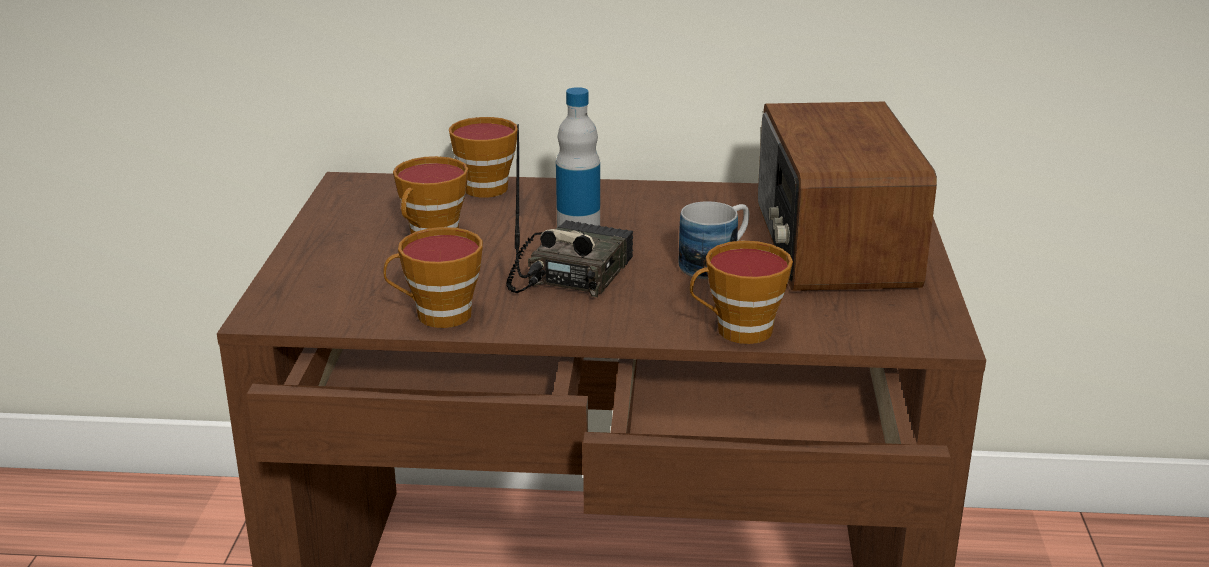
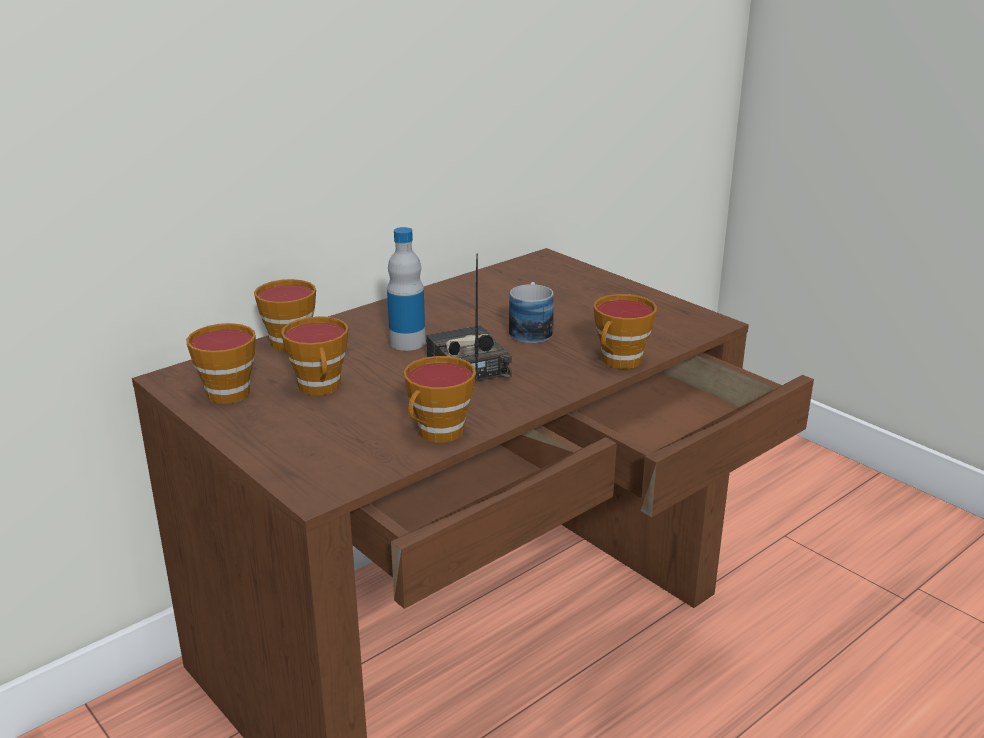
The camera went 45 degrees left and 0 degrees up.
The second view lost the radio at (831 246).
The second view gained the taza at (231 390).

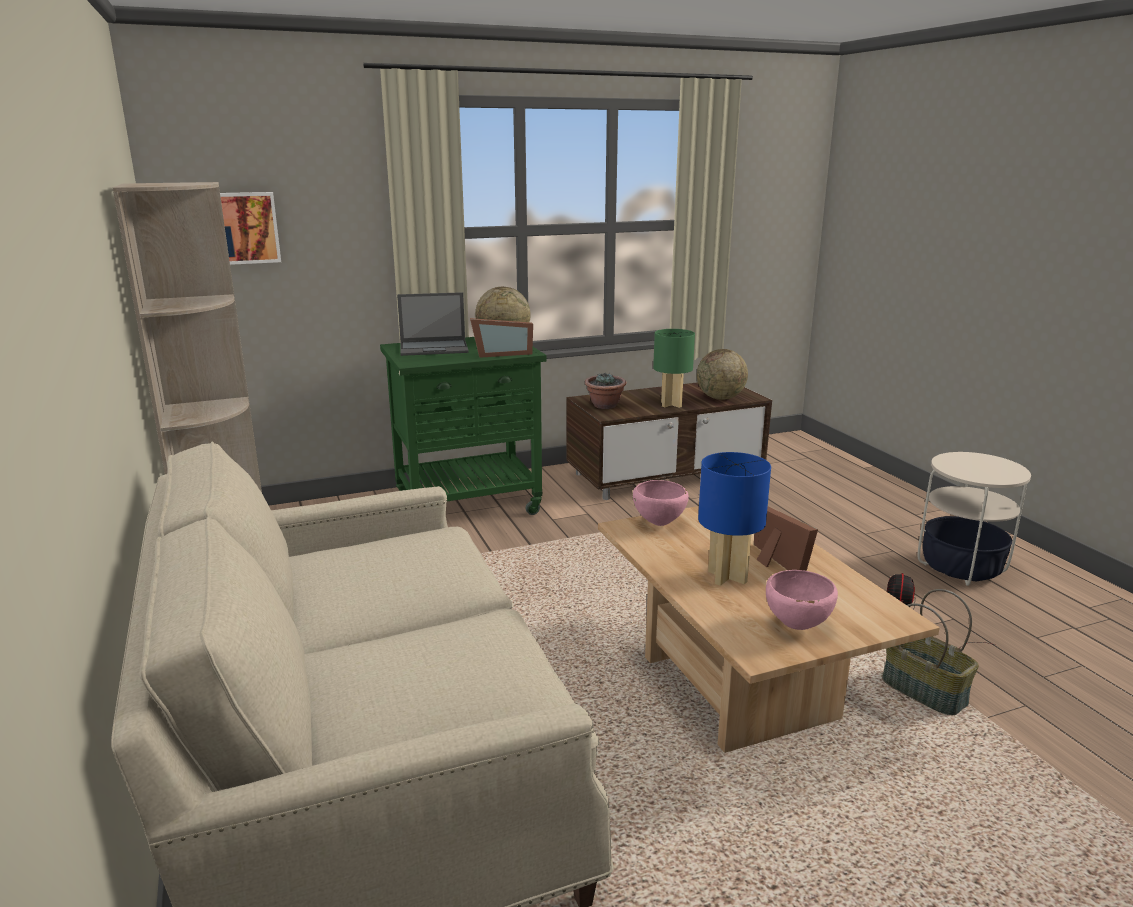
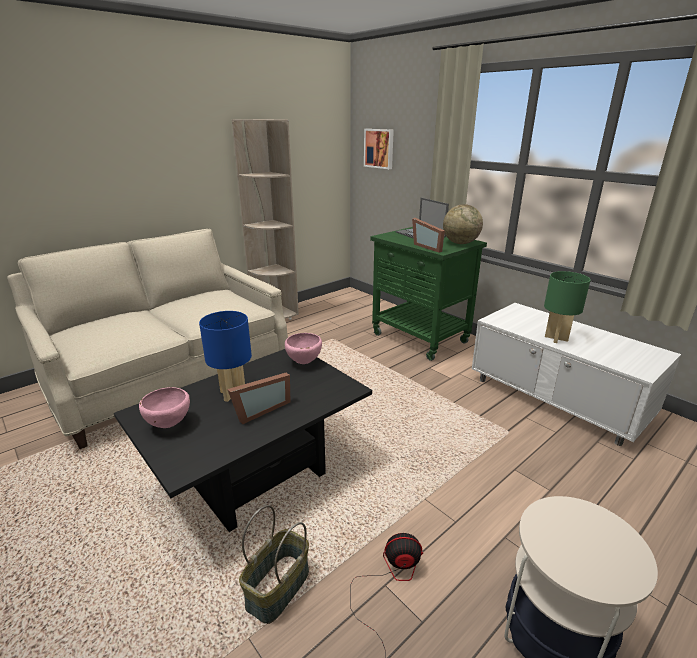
The camera went 70 degrees right and 5 degrees up.
The second view lost the planta en maceta at (605 406).
The second view lost the globo terráqueo at (720 398).
What was the mueble de televisión (marrón) at (666 475) turned into the mueble de televisión (blanco) at (557 398).
What was the mesa de centro (beis) at (737 687) turned into the mesa de centro (negro) at (256 476).

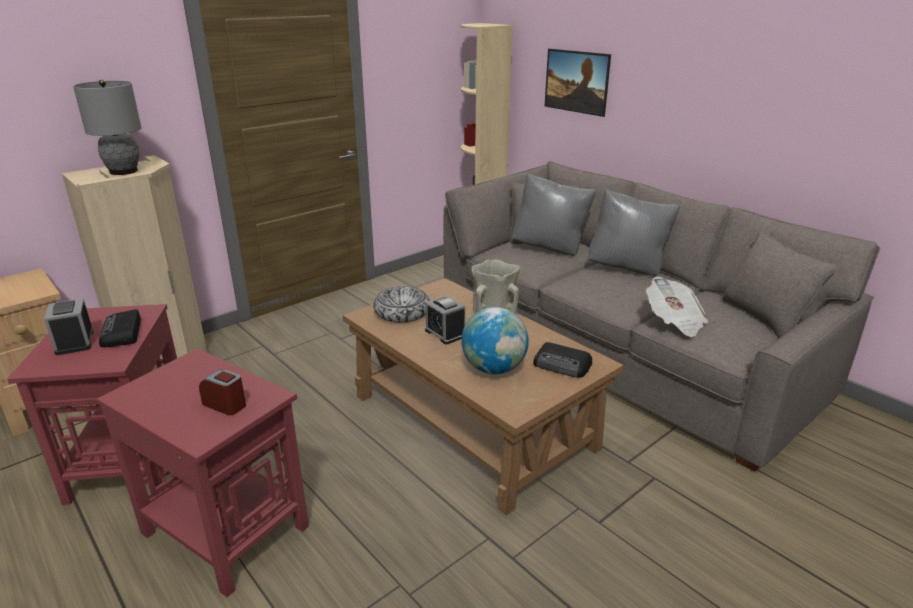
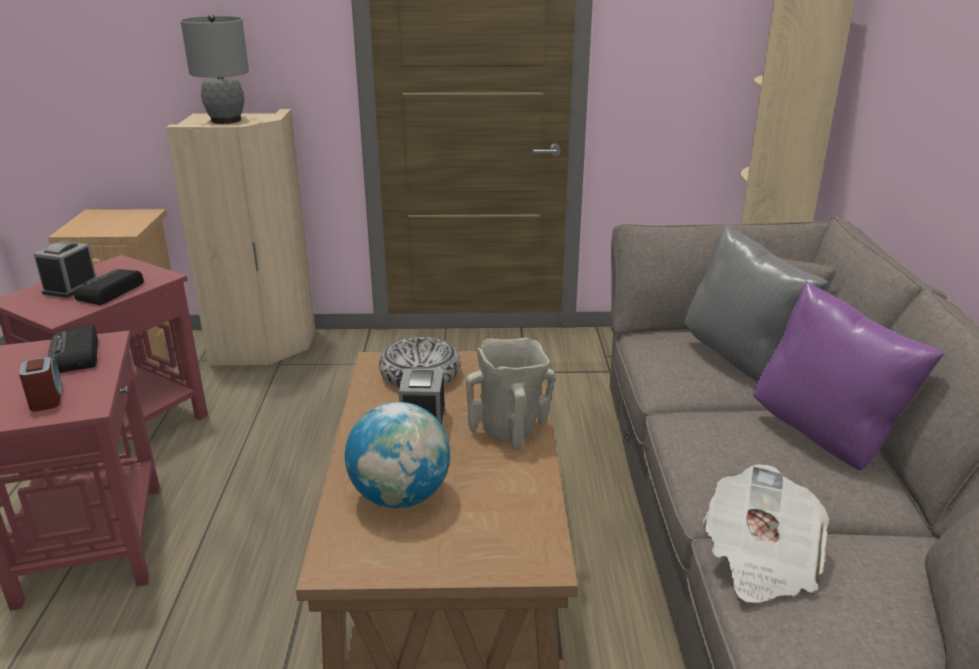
The camera went 40 degrees right and 0 degrees up.
The second view lost the cuadro at (575 96).
The radio ended up elsewhere, having gone from (562 365) to (76 356).
What was the cojín (gris) at (627 268) turned into the cojín (morado) at (825 437).

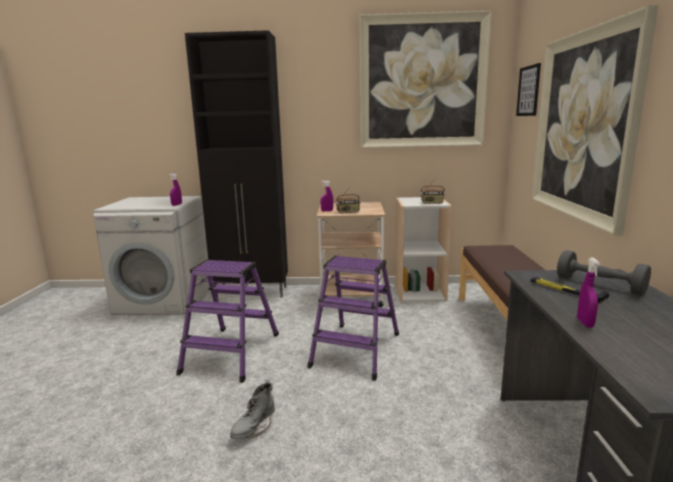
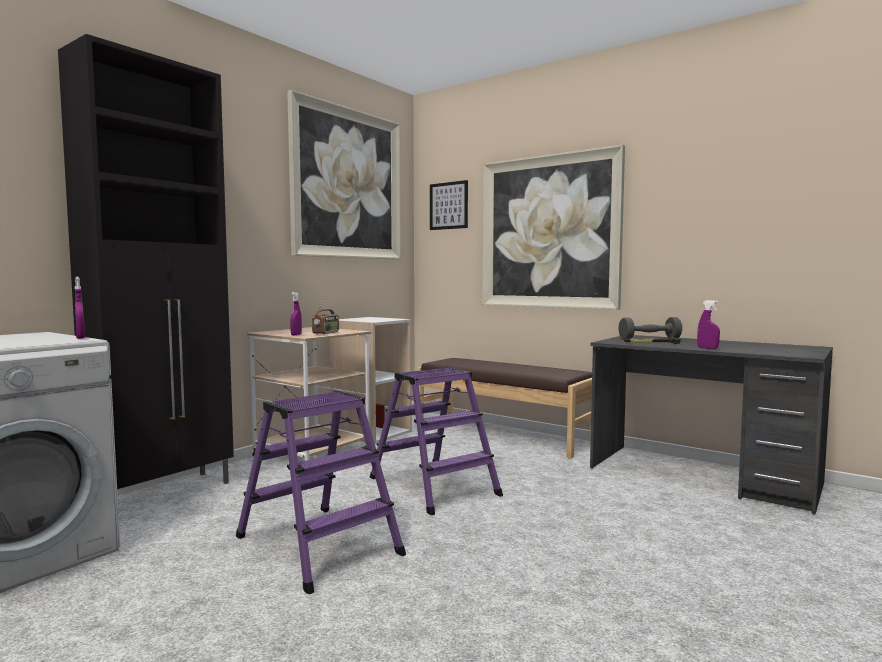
The camera went 55 degrees left and 10 degrees down.
The second view lost the bota (gris) at (254 429).
The second view lost the radio at (432 203).

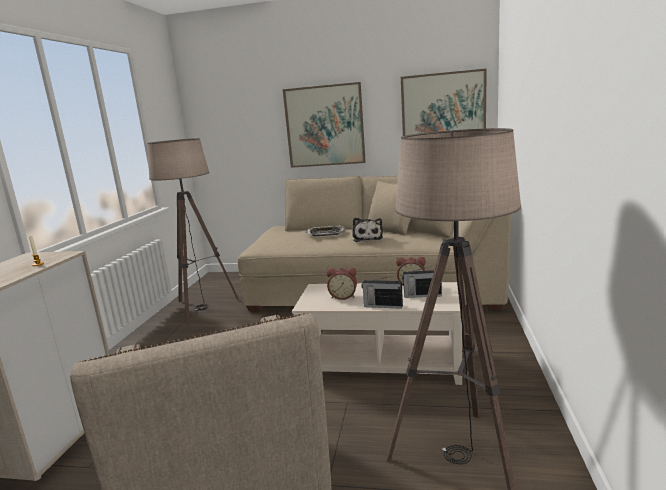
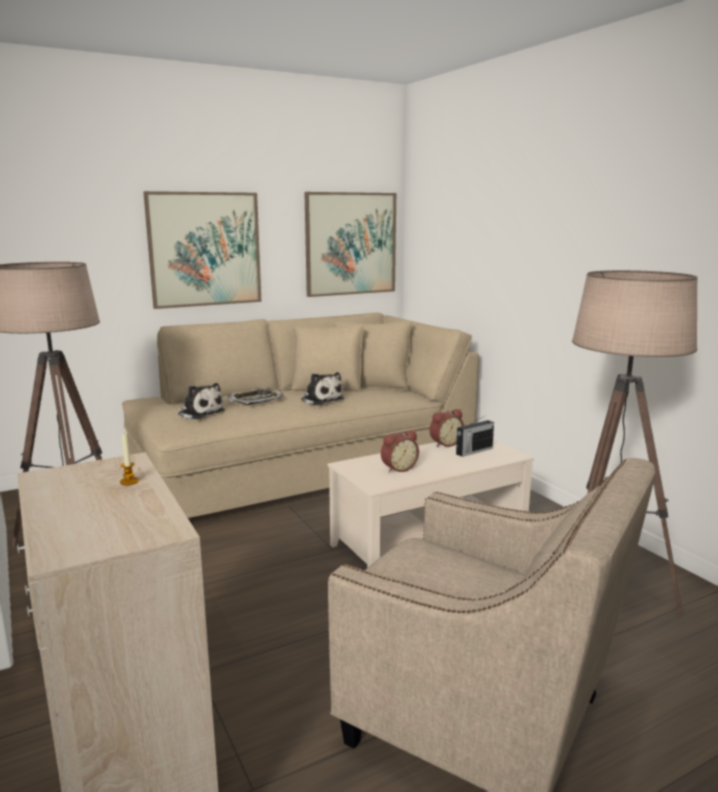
The camera went 40 degrees left and 0 degrees up.
The second view lost the radio at (382 306).
The second view gained the peluche at (200 413).

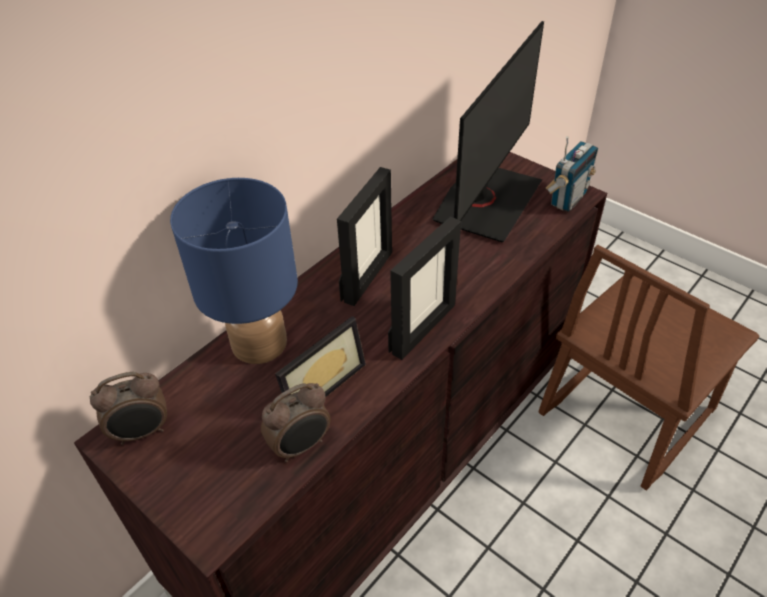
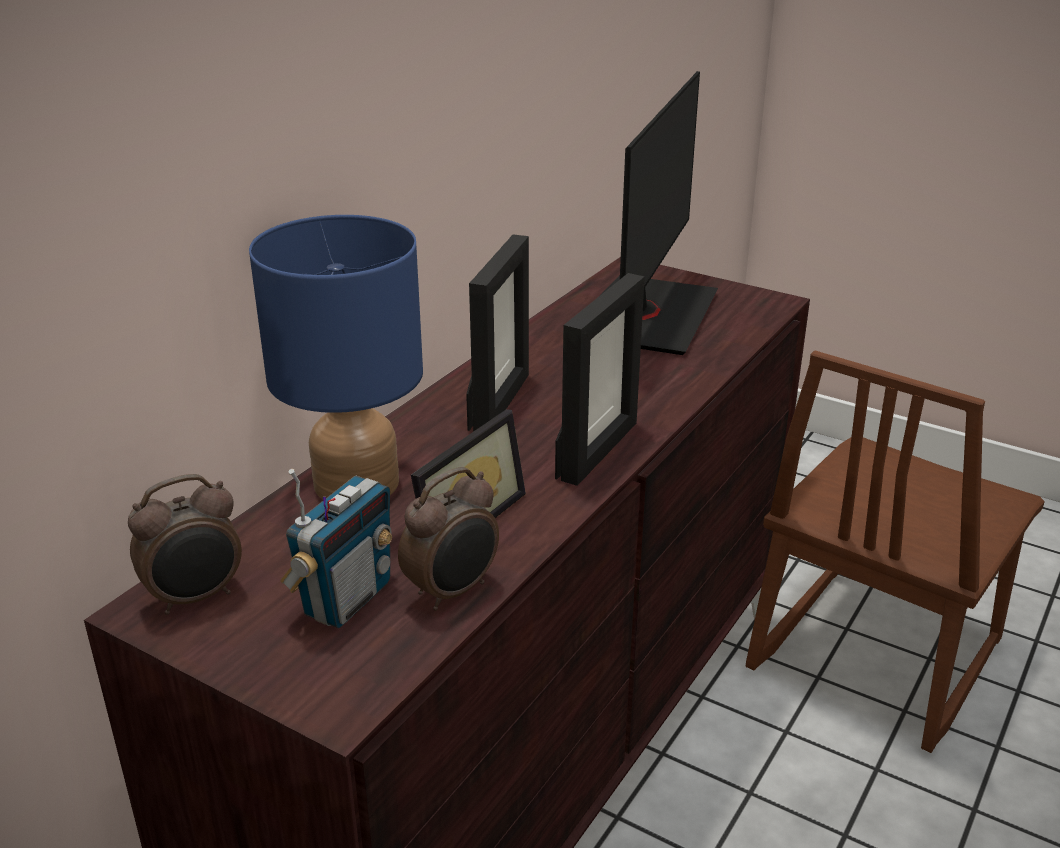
The camera went 10 degrees left and 15 degrees down.
The radio ended up elsewhere, having gone from (567 199) to (346 599).

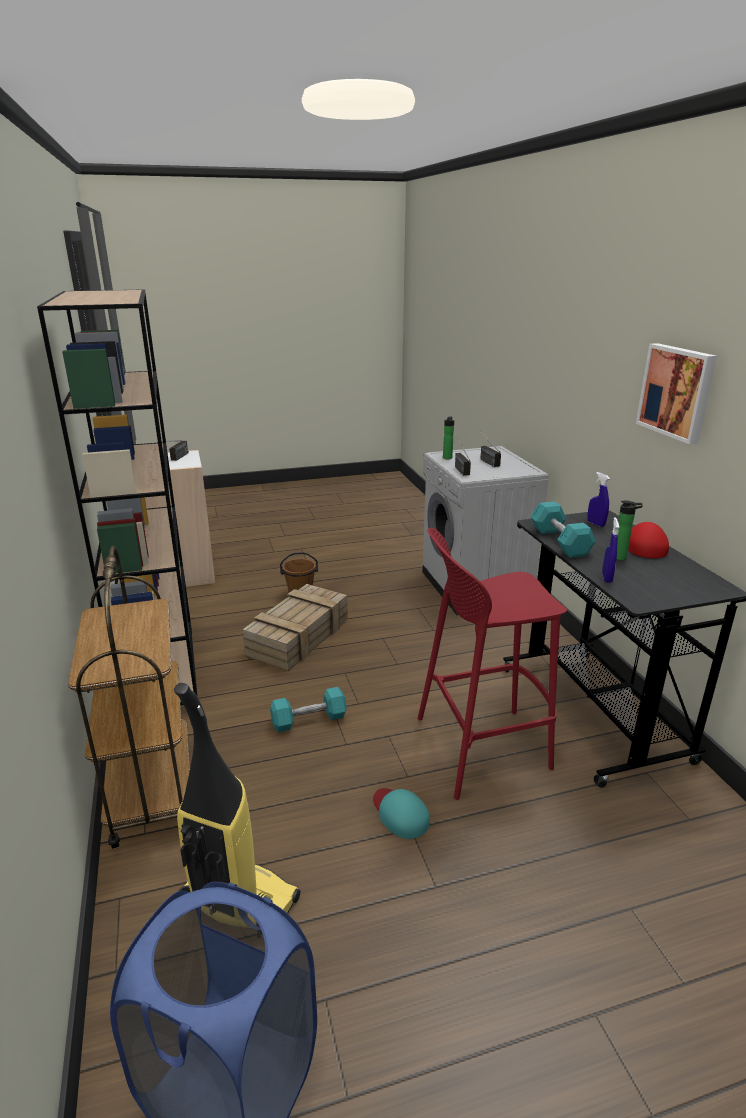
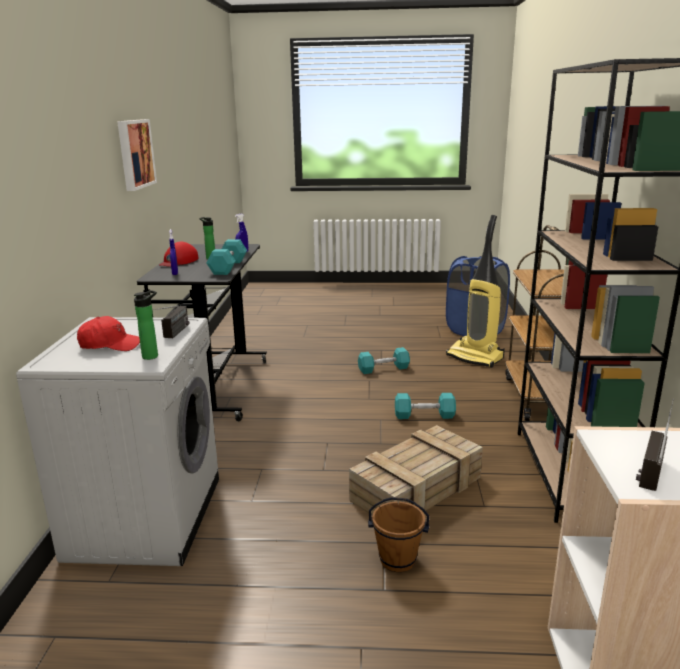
The camera went 160 degrees left and 5 degrees down.
The second view lost the taburete (rojo) at (480 748).
Where the gorra (turquesa) stood at (400 814), the mancuerna (turquesa) came to stand at (383 369).
Where the radio stood at (485 460), the gorra (rojo) came to stand at (110 345).

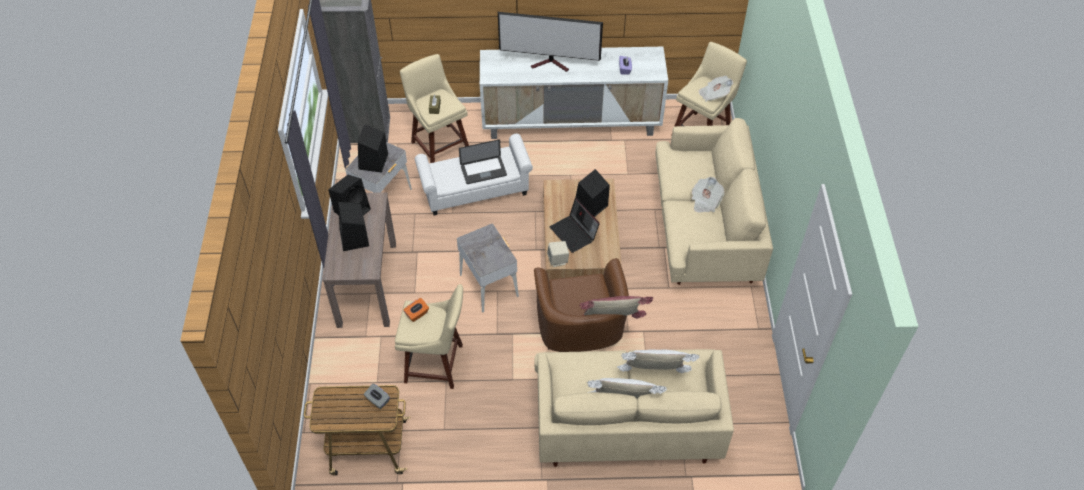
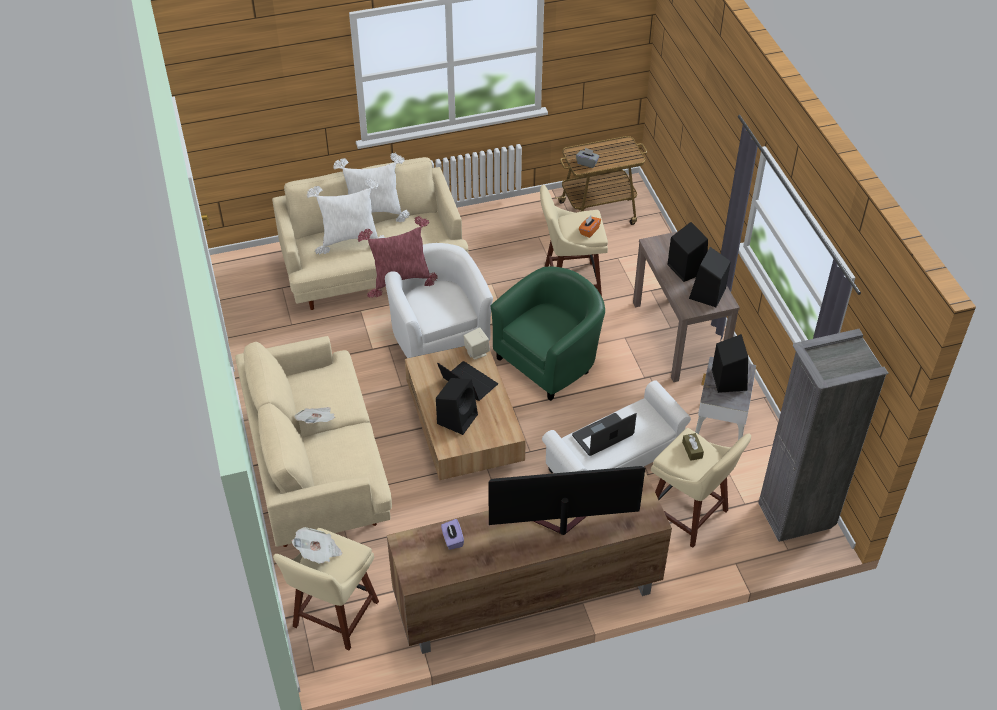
The camera went 165 degrees right and 5 degrees down.
Where the mesa auxiliar stood at (489 284), the sillón (verde) came to stand at (550 360).
What was the mueble de televisión (blanco) at (571 120) turned into the mueble de televisión (marrón) at (526 594).
What was the sillón (marrón) at (580 332) turned into the sillón (blanco) at (437 335).

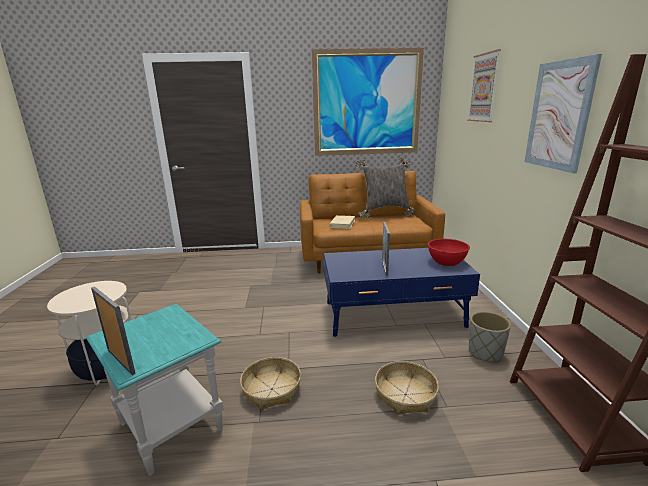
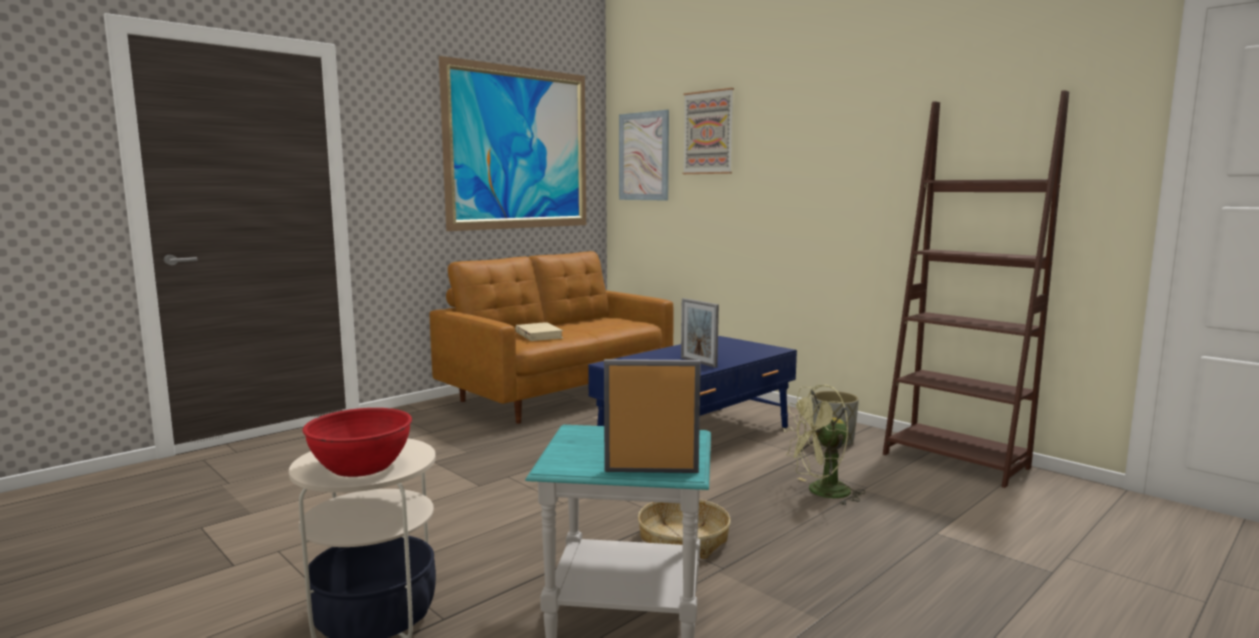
The camera went 40 degrees left and 10 degrees down.
The second view lost the cojín at (384 216).
The cuenco (rojo) ended up elsewhere, having gone from (447 262) to (361 466).
The cuadro ended up elsewhere, having gone from (559 115) to (644 156).
Where the cesta stood at (405 395), the ventilador (verde) came to stand at (821 492).

